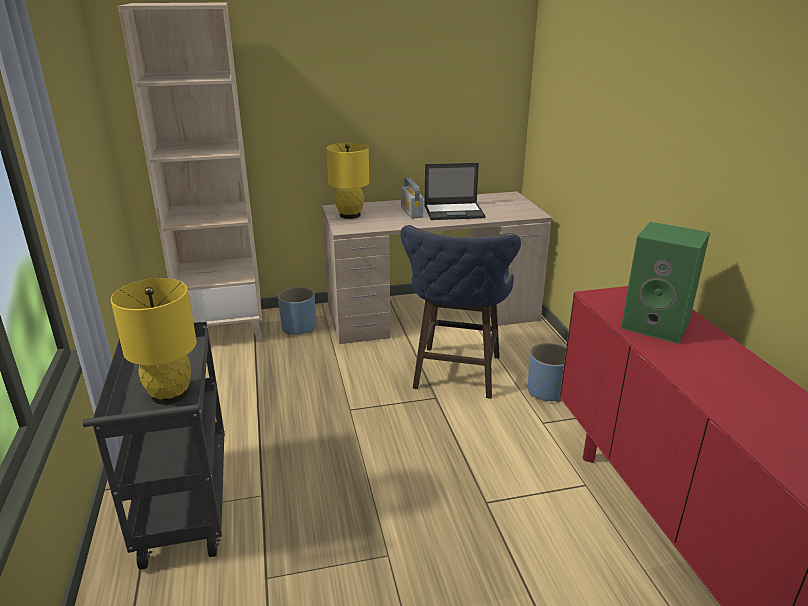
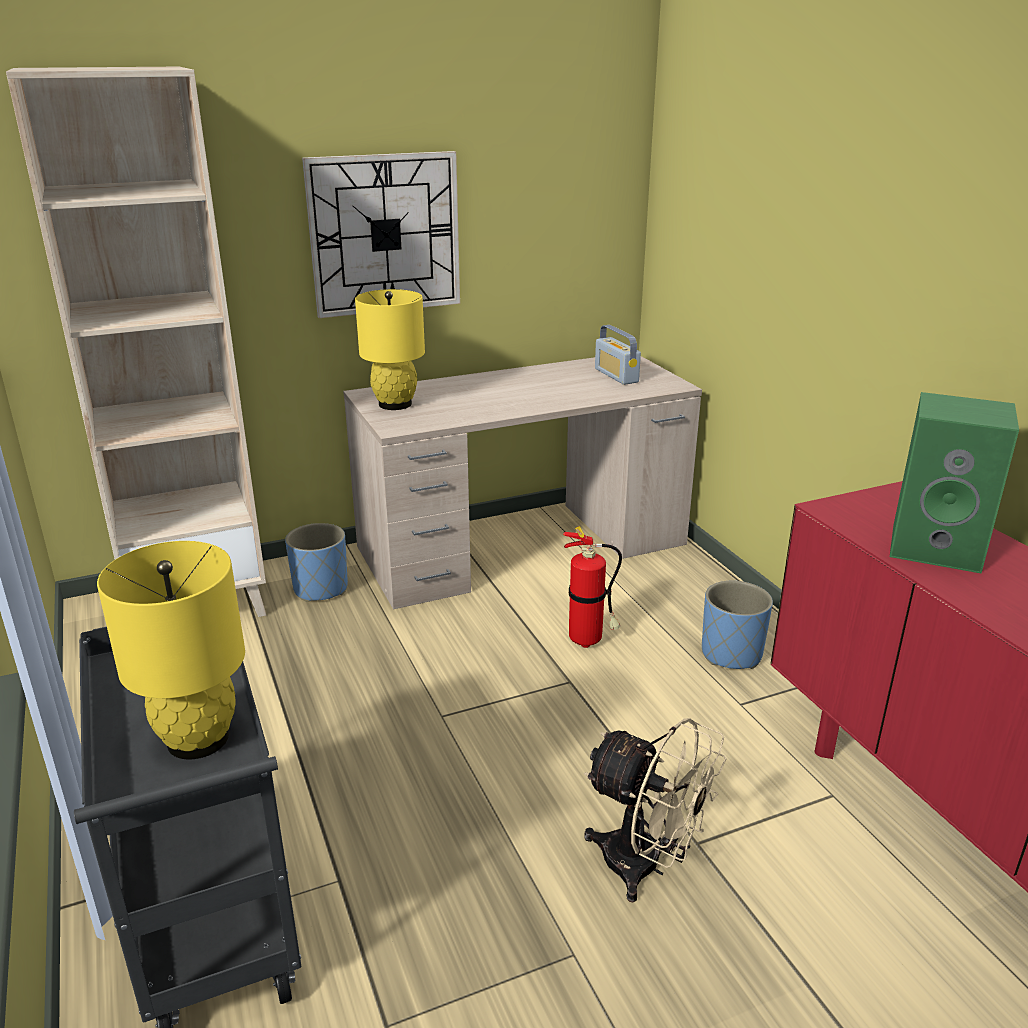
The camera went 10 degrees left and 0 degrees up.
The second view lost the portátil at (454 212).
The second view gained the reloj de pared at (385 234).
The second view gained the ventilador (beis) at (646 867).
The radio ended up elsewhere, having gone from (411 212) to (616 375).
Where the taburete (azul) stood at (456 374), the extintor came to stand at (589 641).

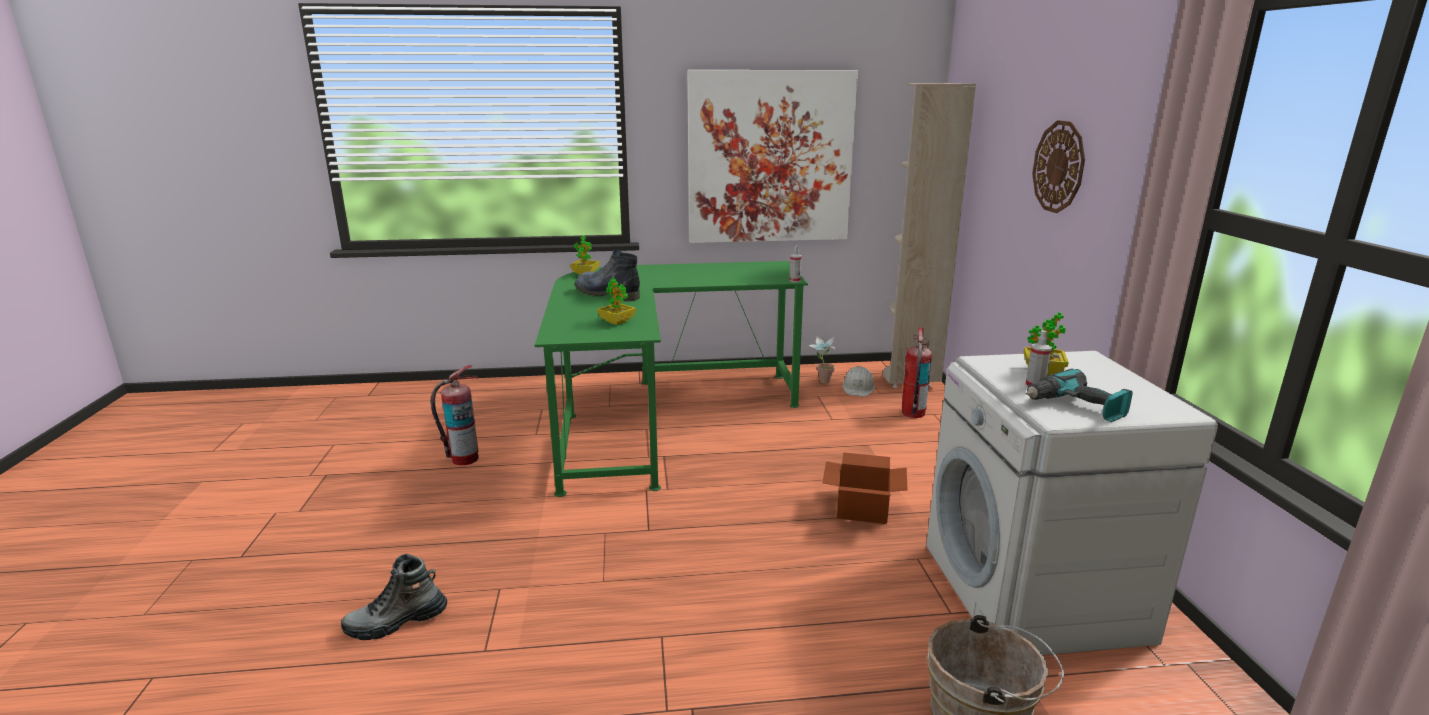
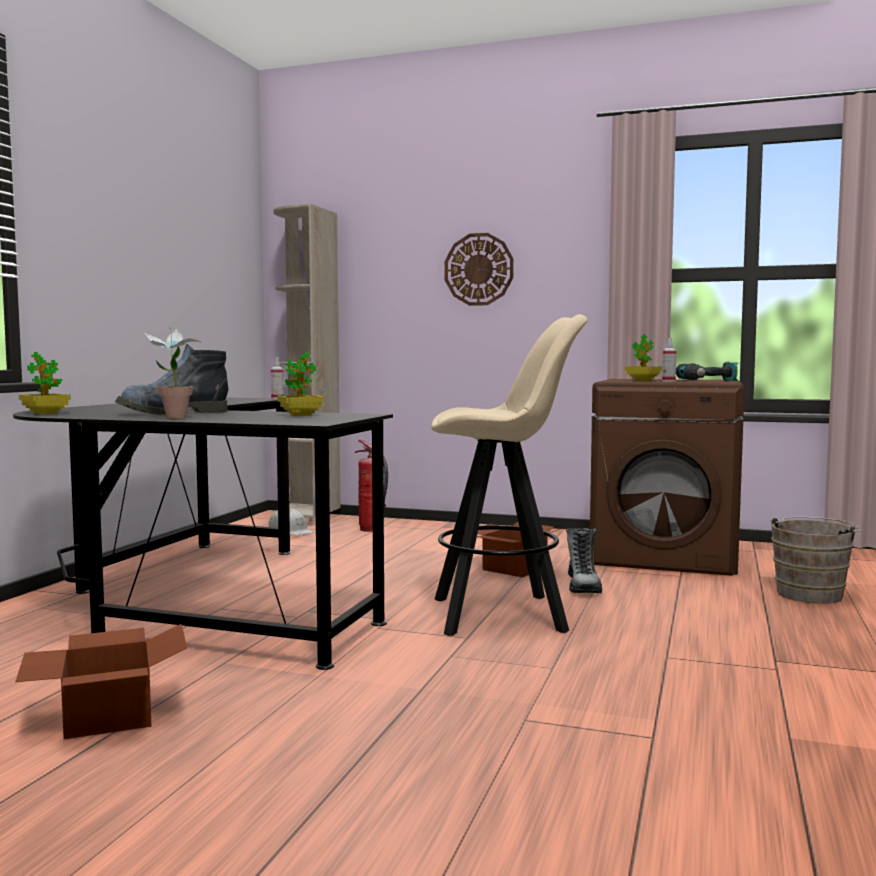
The camera went 65 degrees left and 15 degrees down.
The second view lost the cuadro at (770 158).
The second view gained the taburete (beis) at (503 614).
The bota ended up elsewhere, having gone from (396 622) to (583 586).
The planta en maceta ended up elsewhere, having gone from (821 382) to (173 418).
Where the extintor stood at (464 459), the caja de cartón came to stand at (105 716).
What was the escritorio (verde) at (658 416) turned into the escritorio (negro) at (197 599).
What was the lavadora (blanco) at (1029 591) turned into the lavadora (marrón) at (666 556).

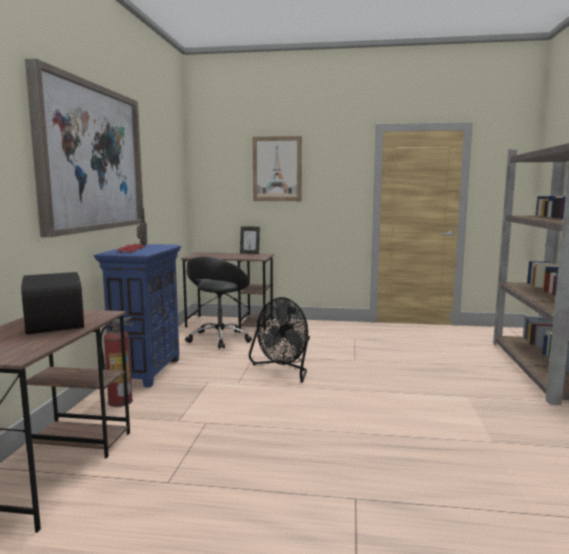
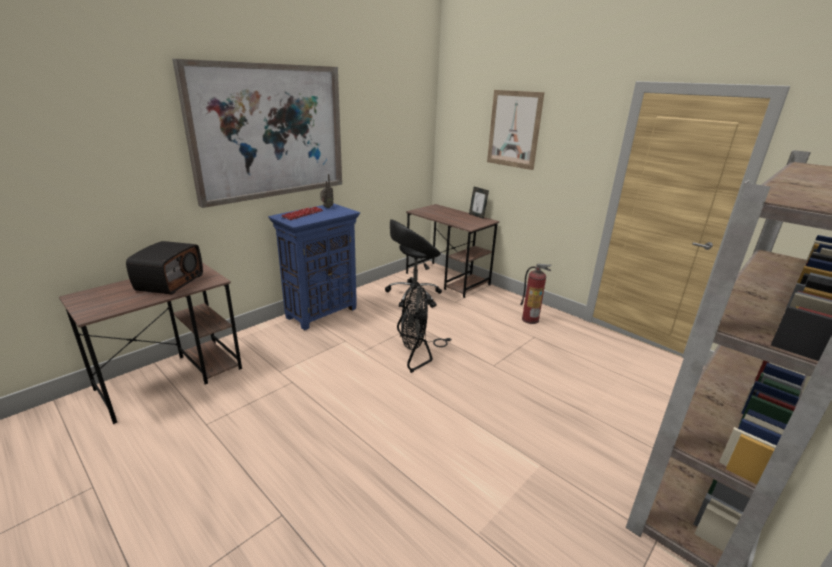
The camera went 35 degrees right and 15 degrees up.
The extintor ended up elsewhere, having gone from (120 401) to (530 319).

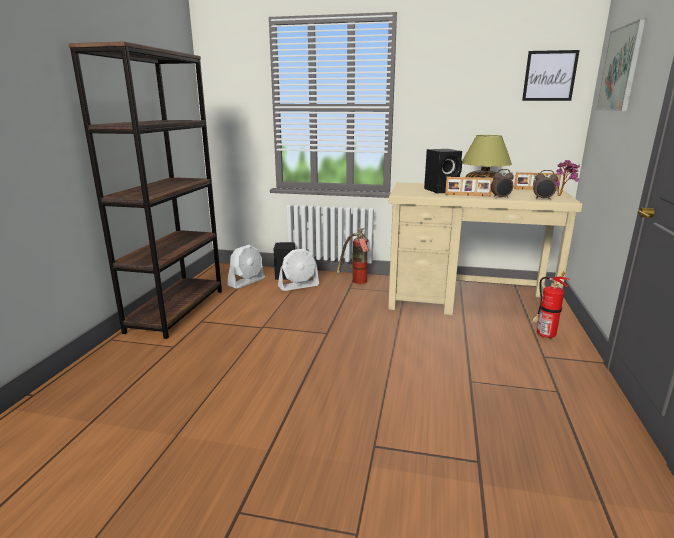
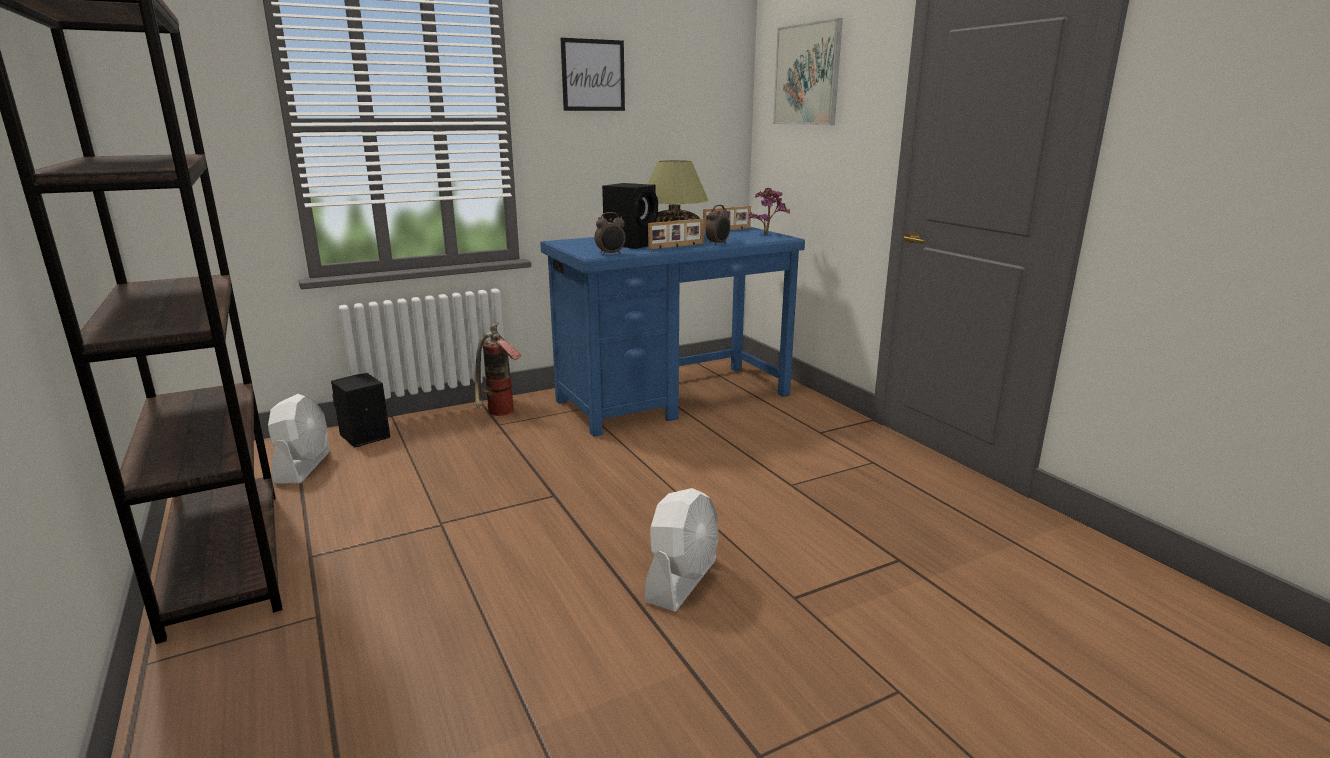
The camera went 40 degrees left and 0 degrees up.
The second view lost the extintor at (543 335).
The ventilador (blanco) ended up elsewhere, having gone from (299 286) to (682 580).
The cuadro ended up elsewhere, having gone from (549 76) to (593 75).
The despertador ended up elsewhere, having gone from (543 199) to (611 254).
What was the escritorio (beis) at (467 301) turned into the escritorio (azul) at (673 397).

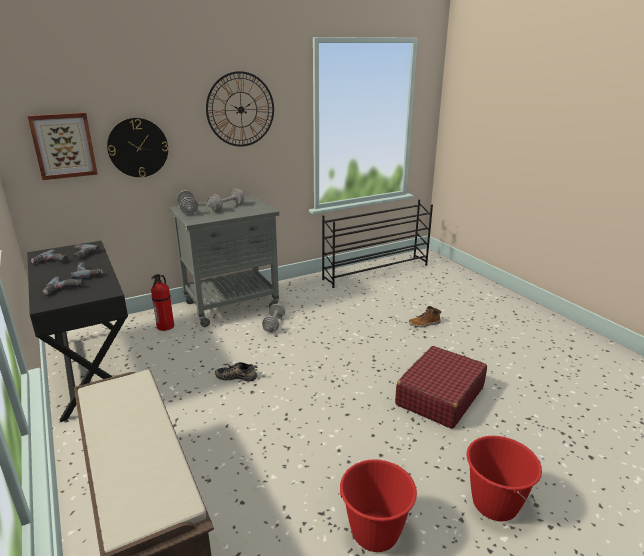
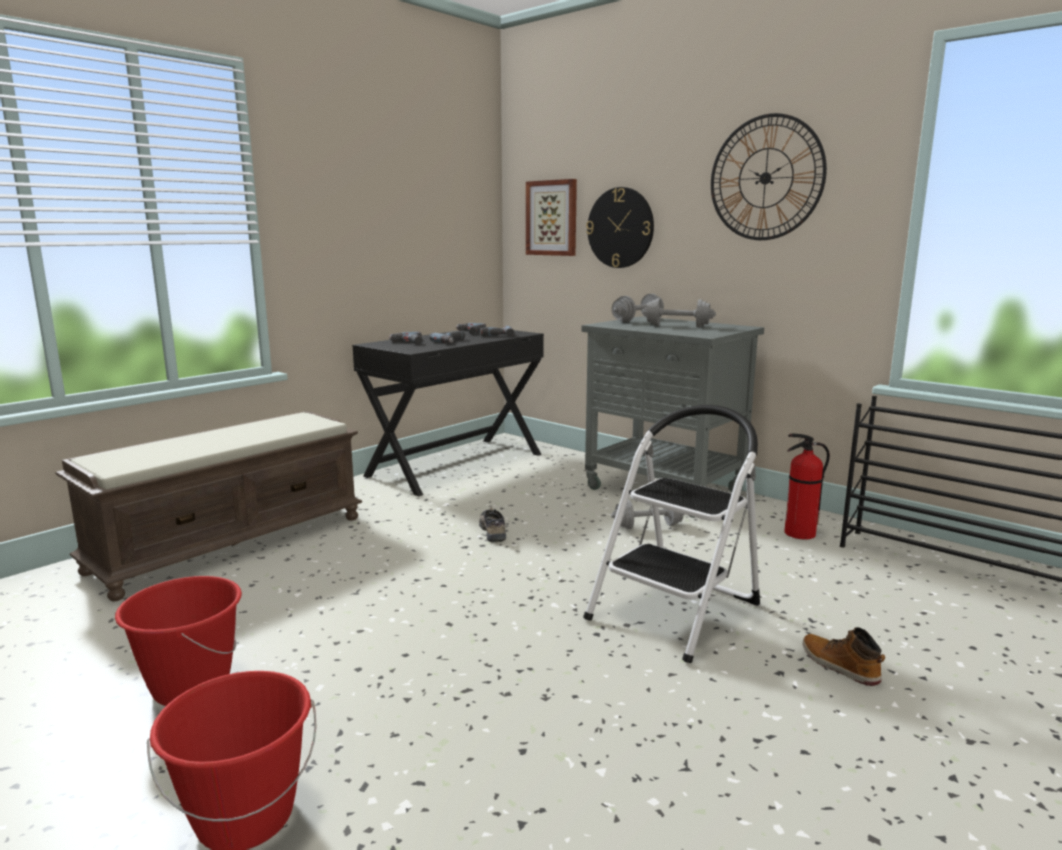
The camera went 70 degrees right and 10 degrees down.
The second view lost the maleta (rojo) at (439 396).
The second view gained the escalera de tijera at (677 610).
The extintor ended up elsewhere, having gone from (165 326) to (799 534).

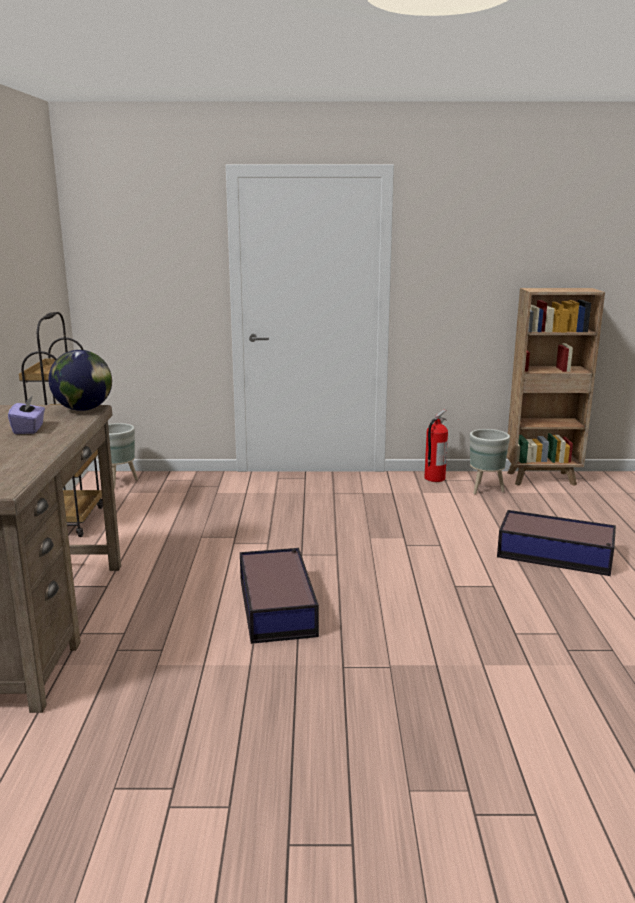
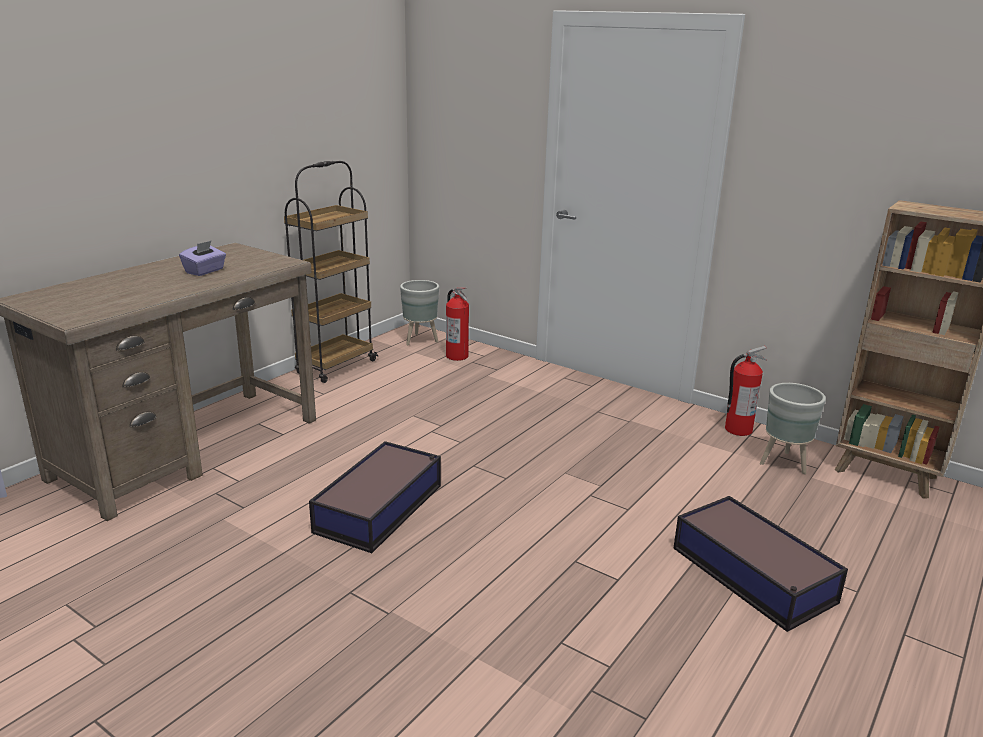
The camera went 35 degrees right and 5 degrees up.
The second view lost the globo terráqueo at (83 409).
The second view gained the extintor at (457 356).

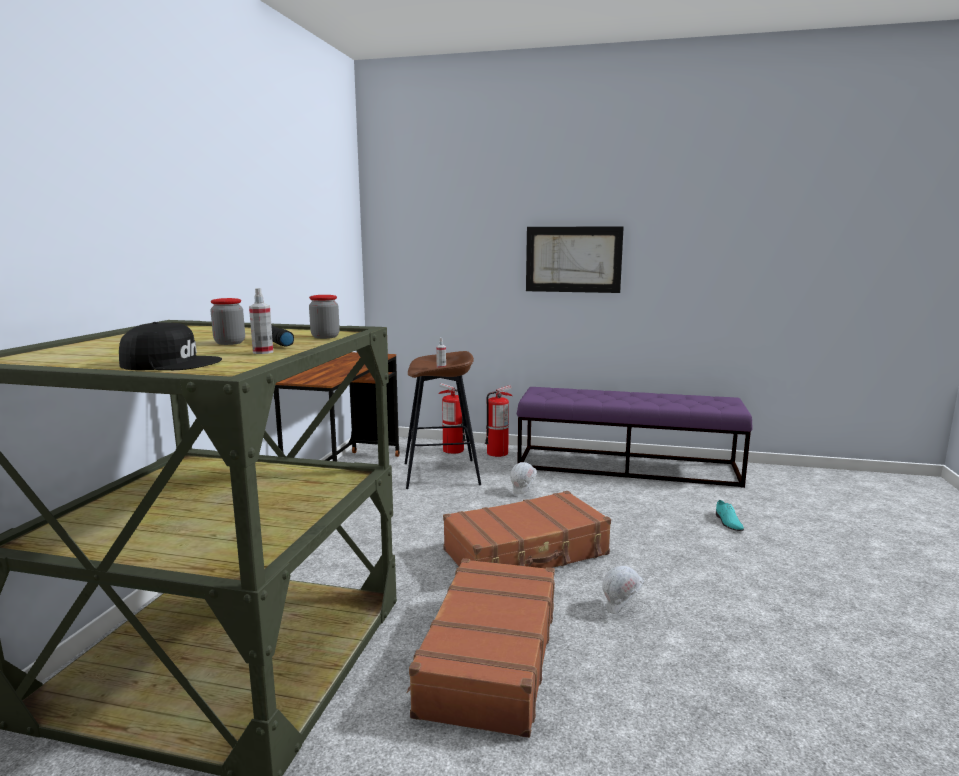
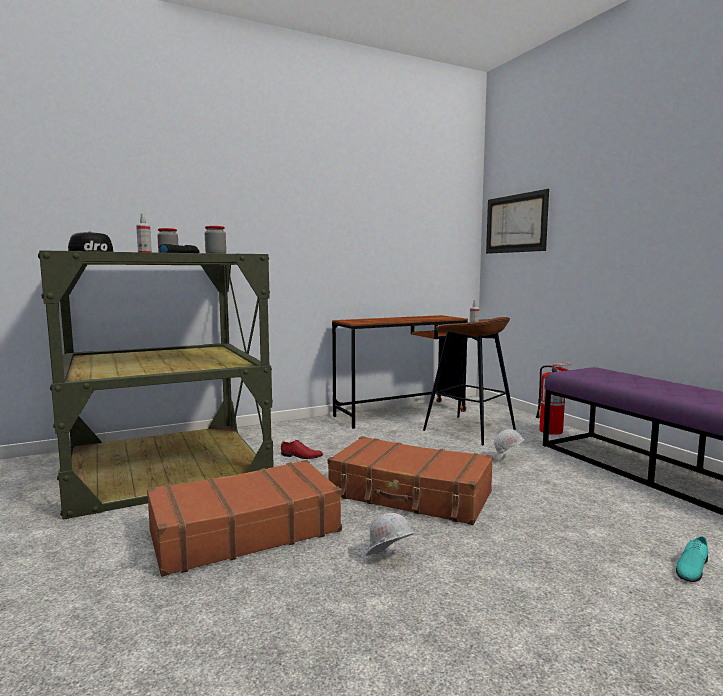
The camera went 50 degrees right and 5 degrees down.
The second view lost the extintor at (453 450).
The second view gained the zapato (rojo) at (301 456).
The cuadro ended up elsewhere, having gone from (573 259) to (515 223).

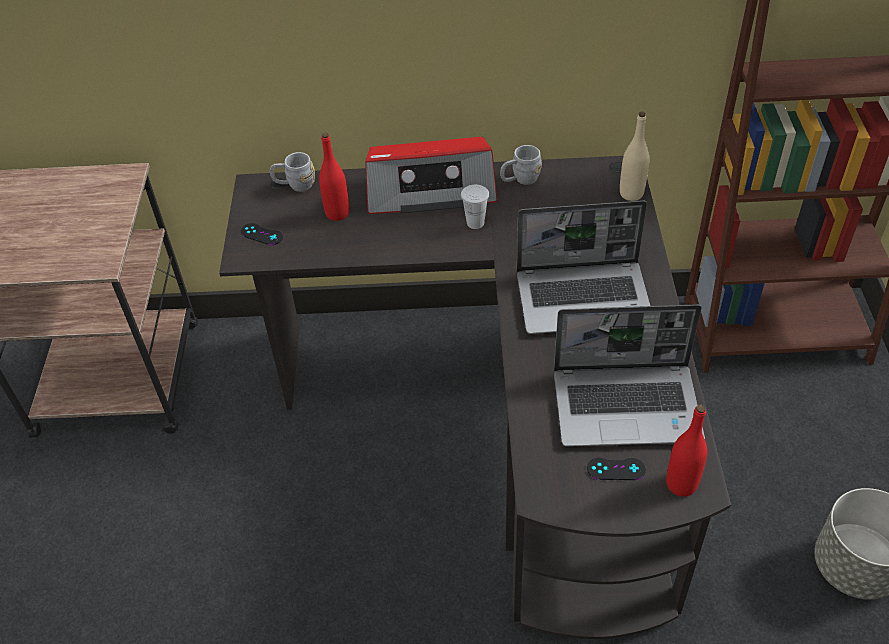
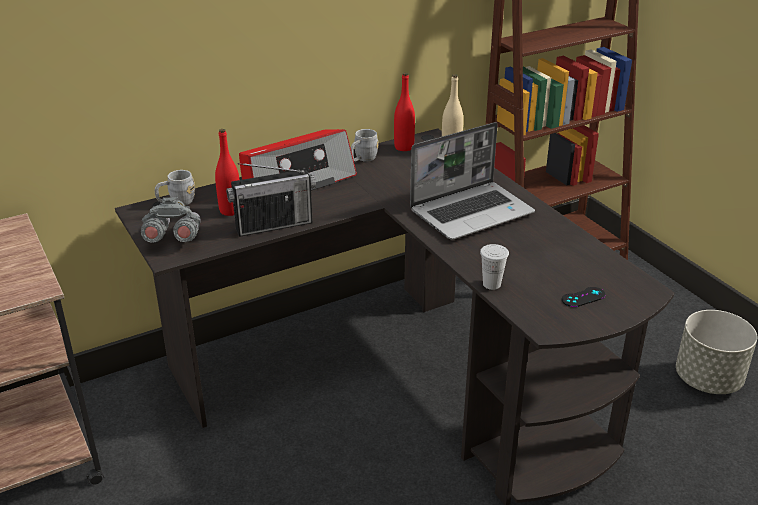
The camera went 30 degrees left and 15 degrees down.
The second view lost the portátil at (628 405).
The second view gained the radio at (273 225).
The taza (blanco) ended up elsewhere, having gone from (475 223) to (491 284).
The botella (rojo) ended up elsewhere, having gone from (681 484) to (404 147).
Where the mando de consola (negro) stood at (261 234), the prismáticos (gris) came to stand at (173 239).

